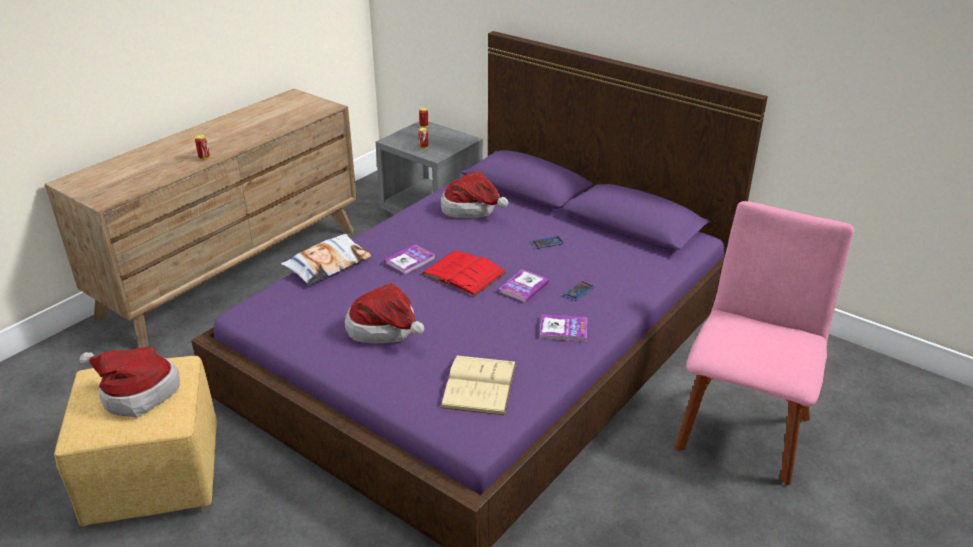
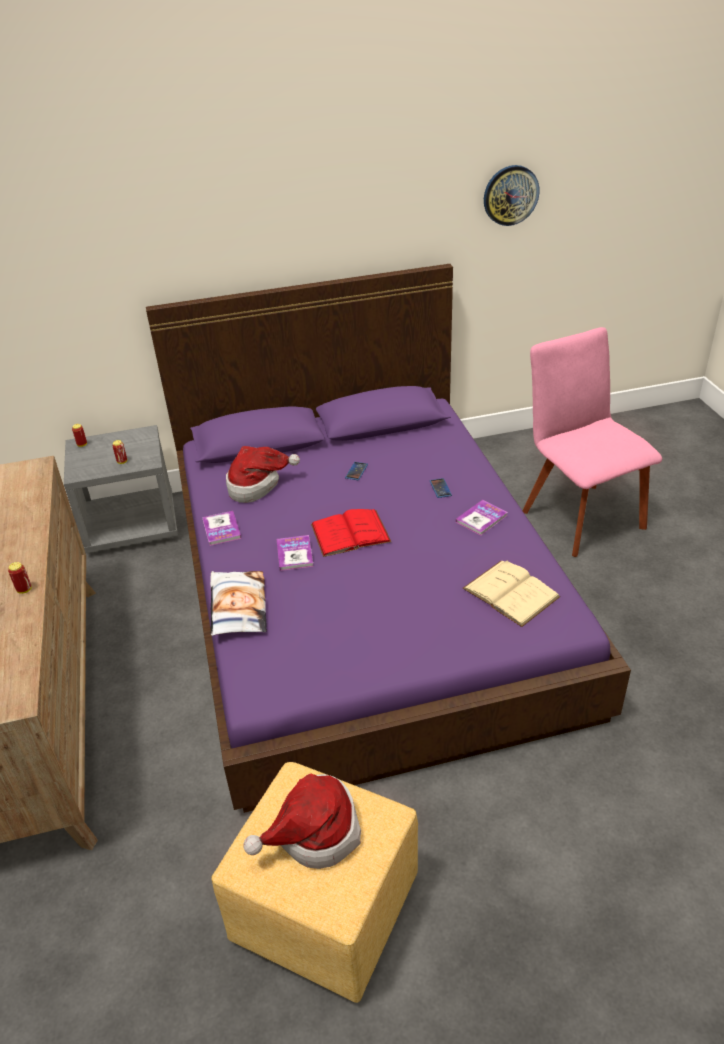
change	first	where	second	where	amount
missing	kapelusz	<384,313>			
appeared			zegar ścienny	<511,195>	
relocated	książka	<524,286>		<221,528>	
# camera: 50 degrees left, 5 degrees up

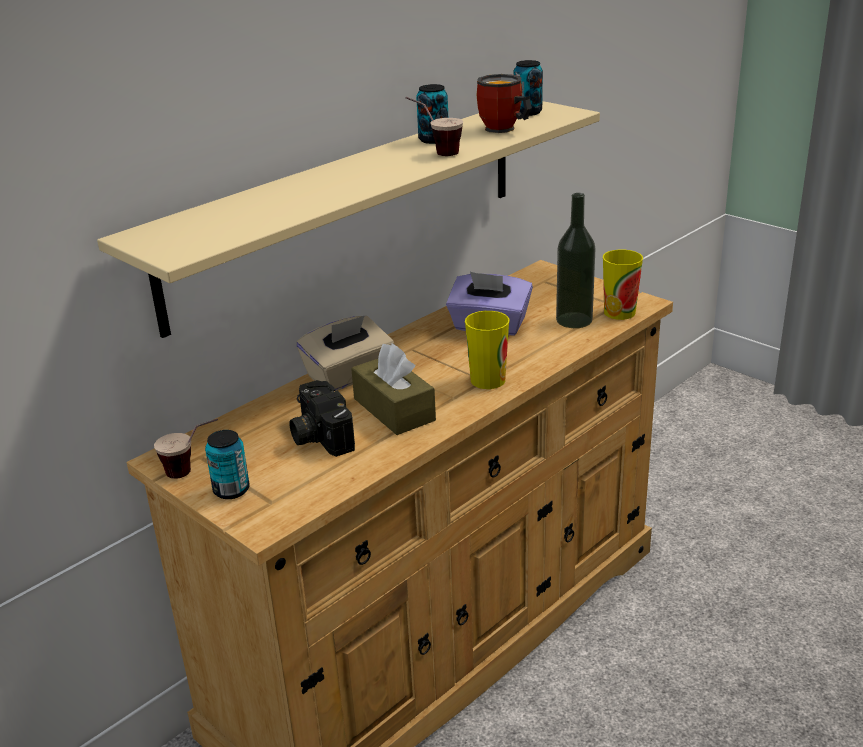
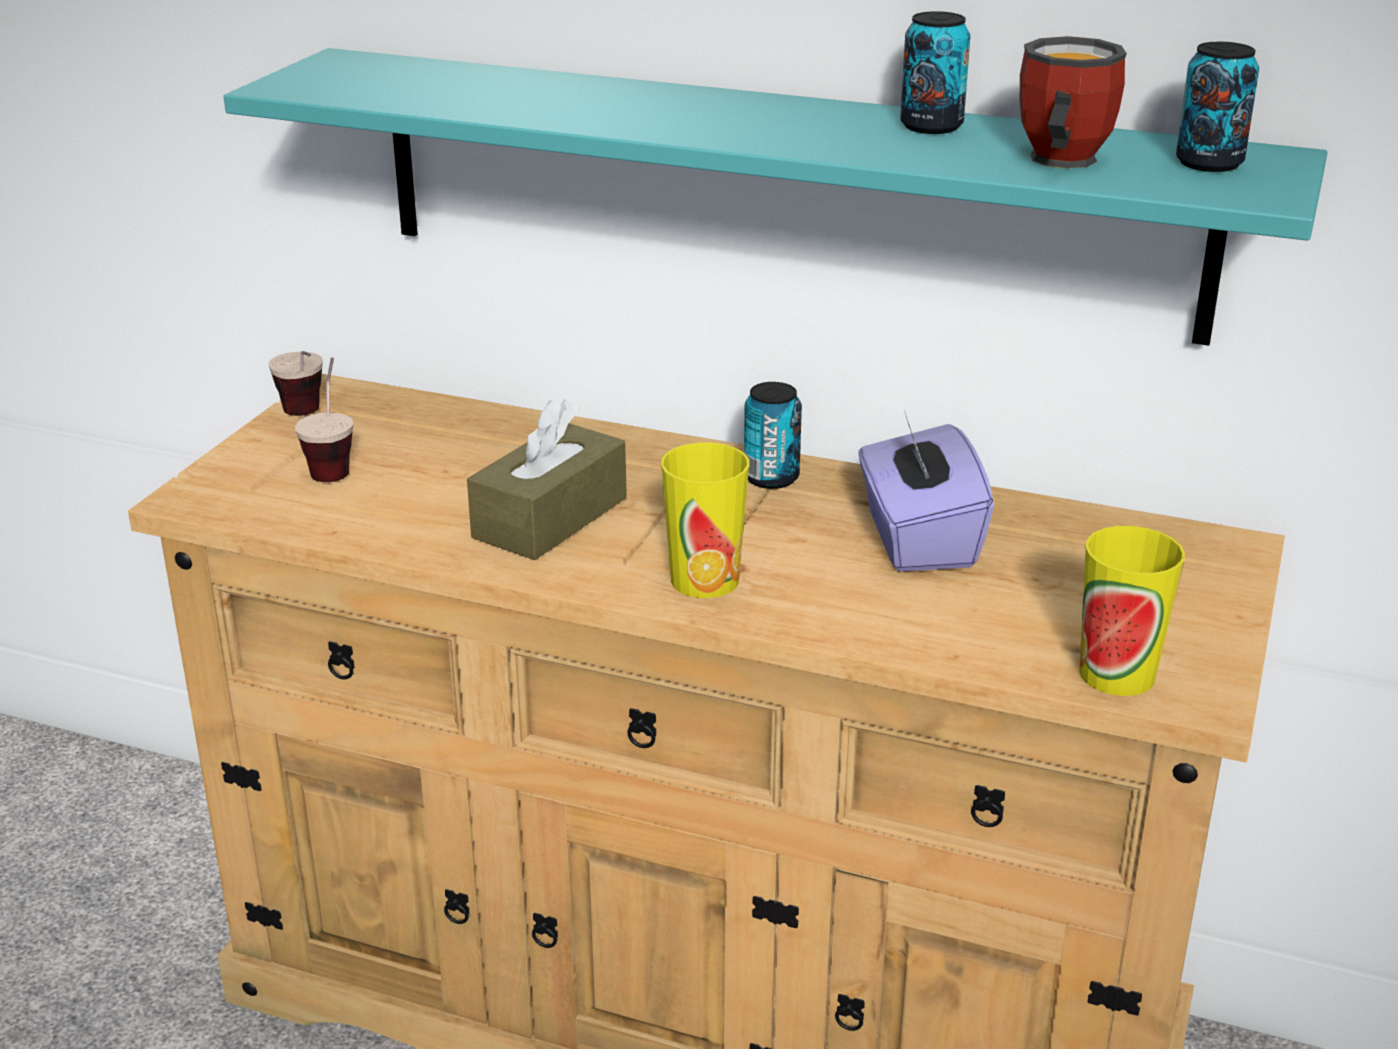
change	first	where	second	where	amount
missing	aparat fotograficzny	<322,418>			
missing	pudełko chusteczek/beżowy	<345,353>			
missing	butelka	<576,260>			
relocated	puszka	<227,464>		<773,435>	
relocated	filiżanka	<434,126>		<324,419>	
colour	półka/beżowy	<348,219>	półka/turkusowy	<775,197>	
# camera: 65 degrees right, 0 degrees up

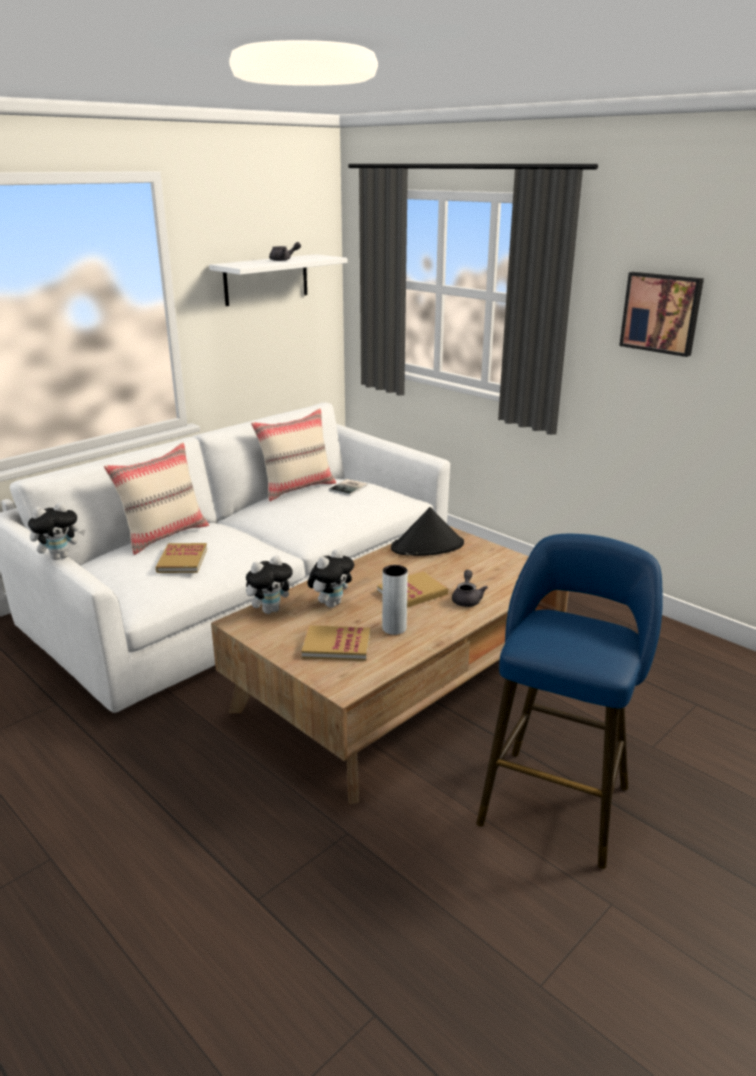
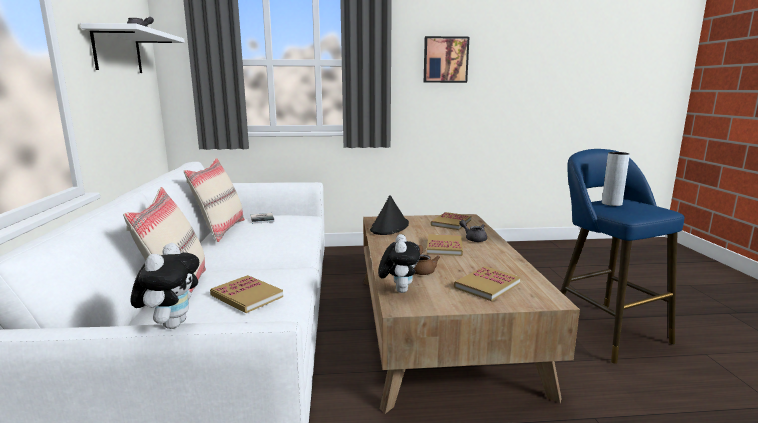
change	first	where	second	where	amount
appeared			książka	<451,221>	
relocated	wazon/szary	<395,600>		<616,179>	
exchanged	pluszak	<331,578>	imbryk/brązowy	<427,260>	
# camera: 50 degrees left, 10 degrees down

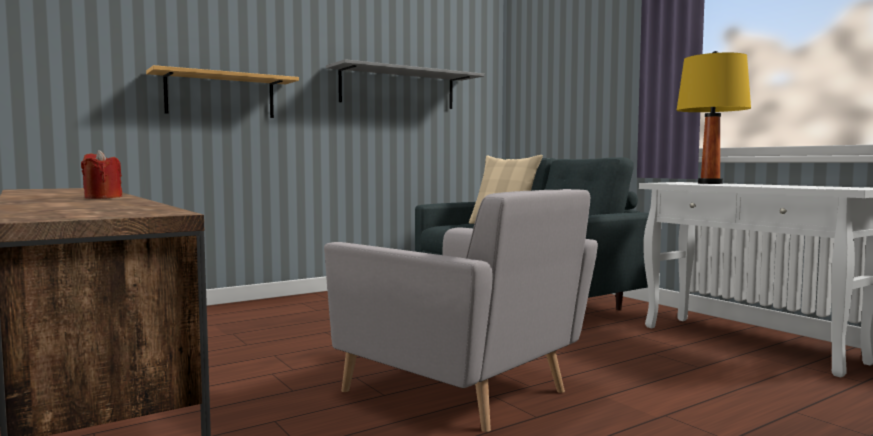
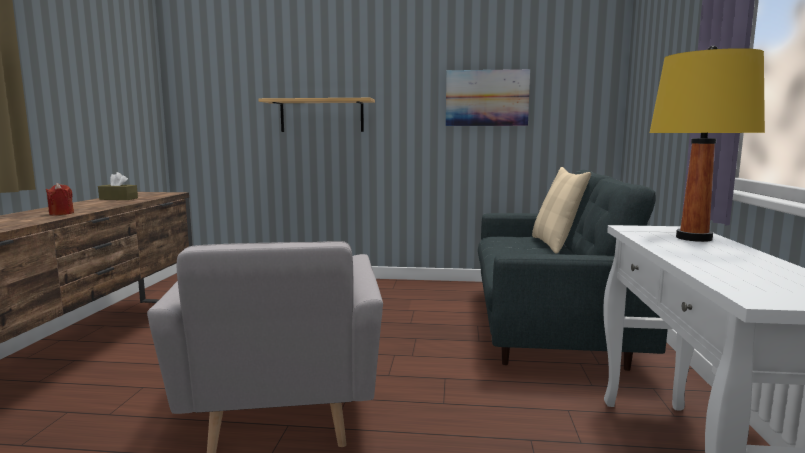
change	first	where	second	where	amount
appeared			pudełko chusteczek/brązowy	<118,186>	
exchanged	półka/szary	<405,84>	obraz	<488,97>	
# camera: 40 degrees right, 5 degrees up

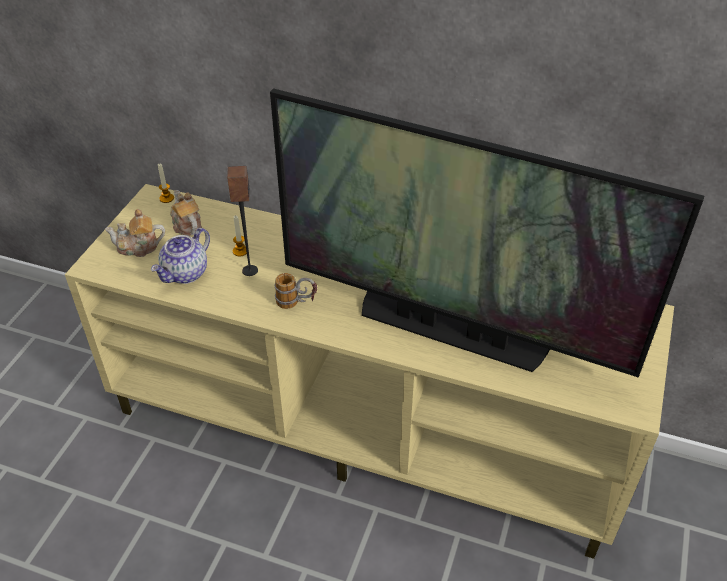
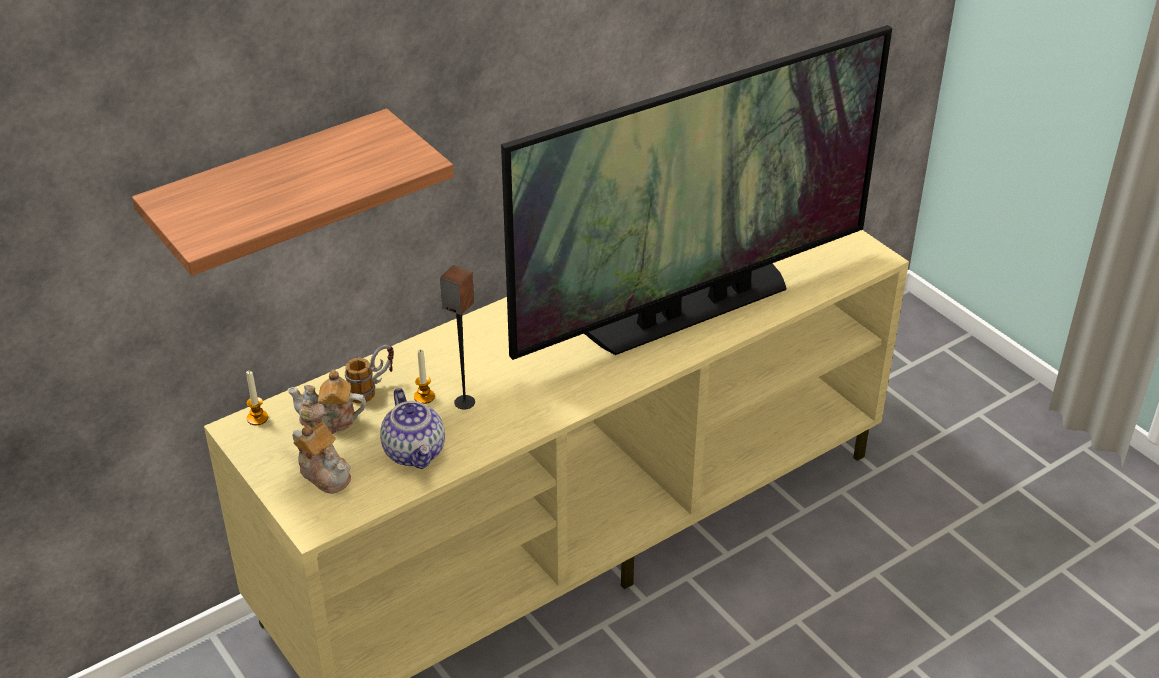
change	first	where	second	where	amount
appeared			półka	<293,192>	
relocated	kubek	<296,291>		<369,374>	
spun	imbryk	<135,233>		<322,458>	75 degrees counterclockwise
# camera: 55 degrees left, 5 degrees down

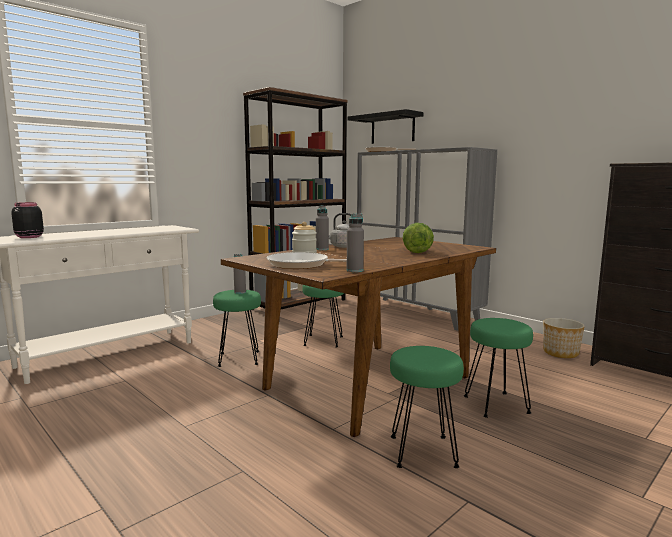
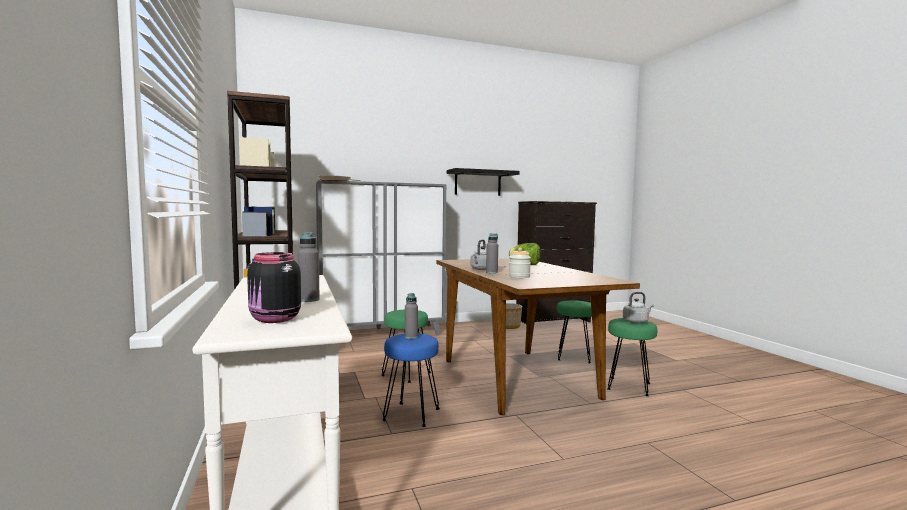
change	first	where	second	where	amount
missing	patelnia	<306,260>			
appeared			czajnik/szary	<638,307>	
relocated	półka/czarny	<385,126>		<483,182>	
relocated	butelka/szary	<355,242>		<309,267>	
colour	stołek/zielony	<237,328>	stołek/niebieski	<411,380>	
# camera: 65 degrees left, 5 degrees down

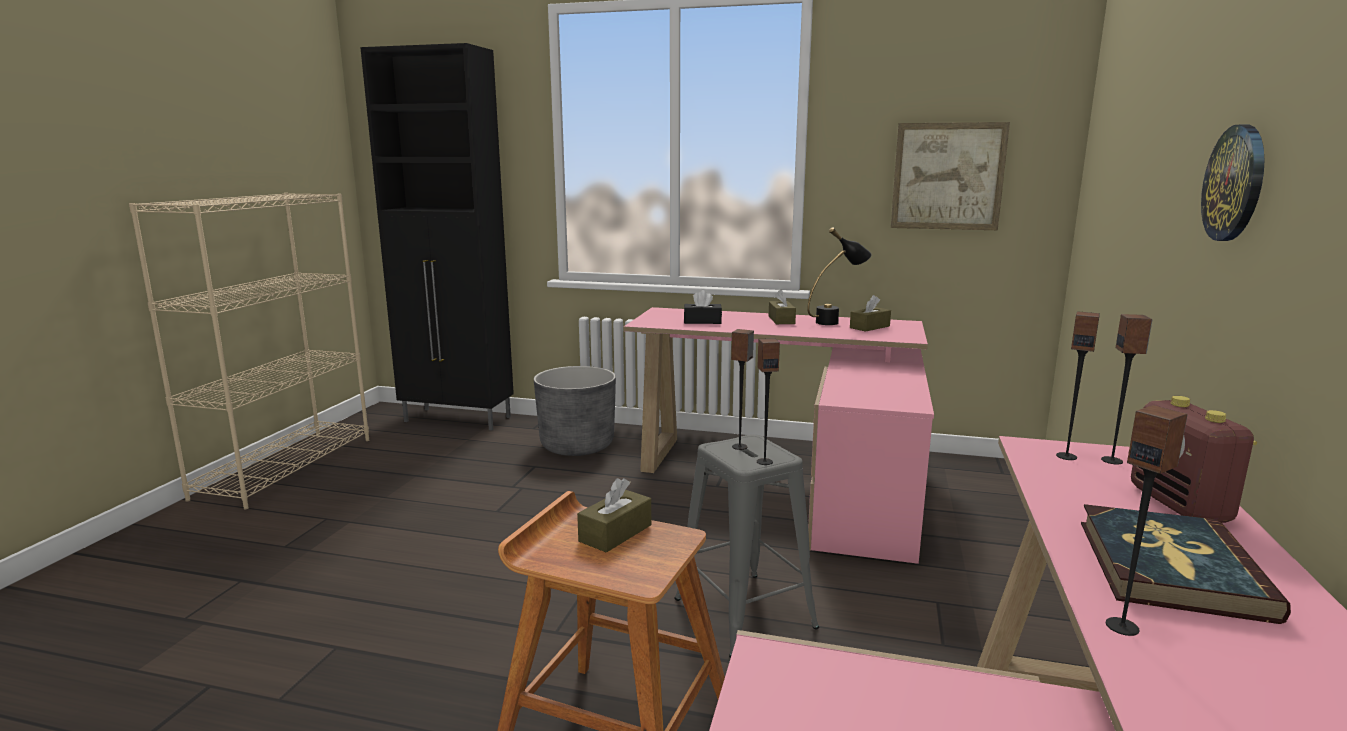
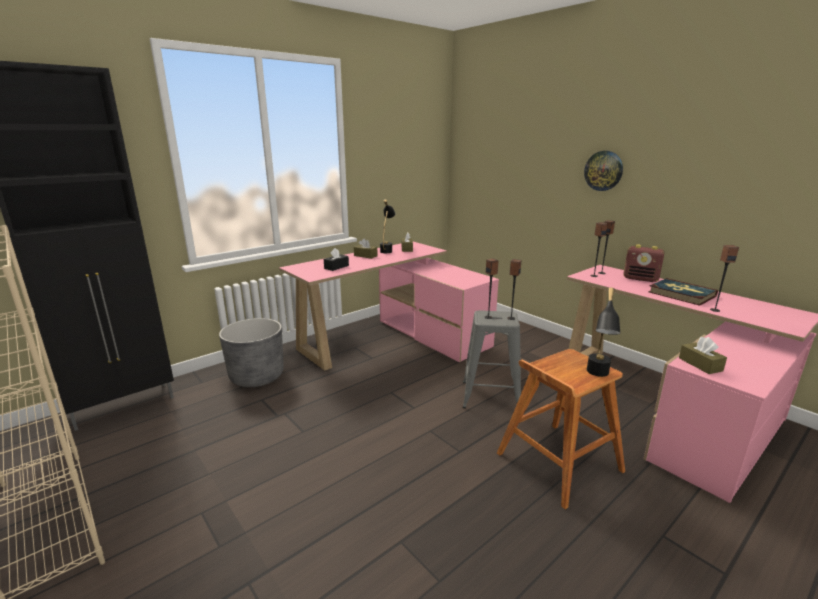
change	first	where	second	where	amount
missing	obraz	<950,176>			
appeared			lampa stołowa/czarny	<603,332>	
relocated	pudełko chusteczek/brązowy	<614,515>		<703,355>	
# camera: 55 degrees left, 5 degrees up

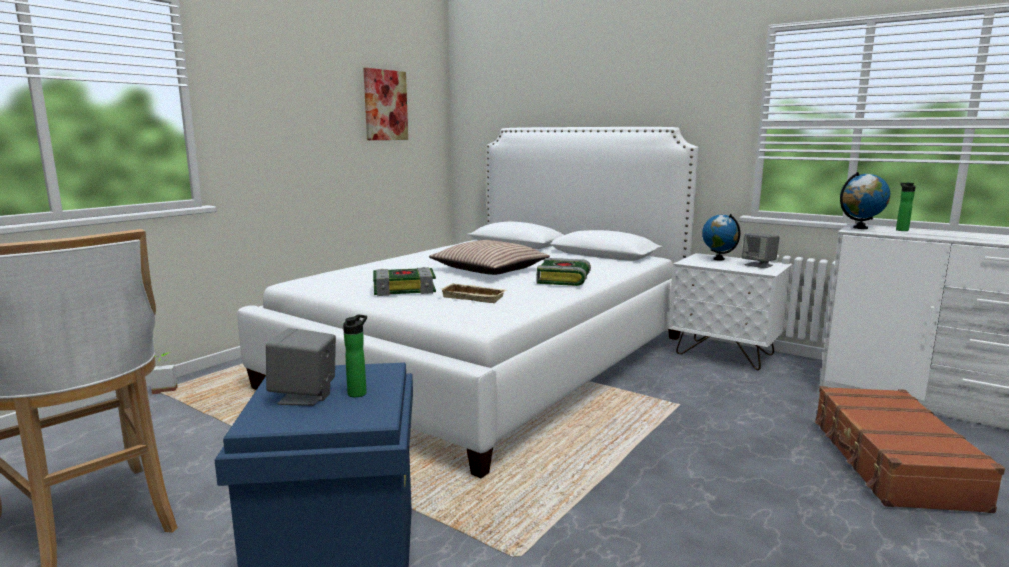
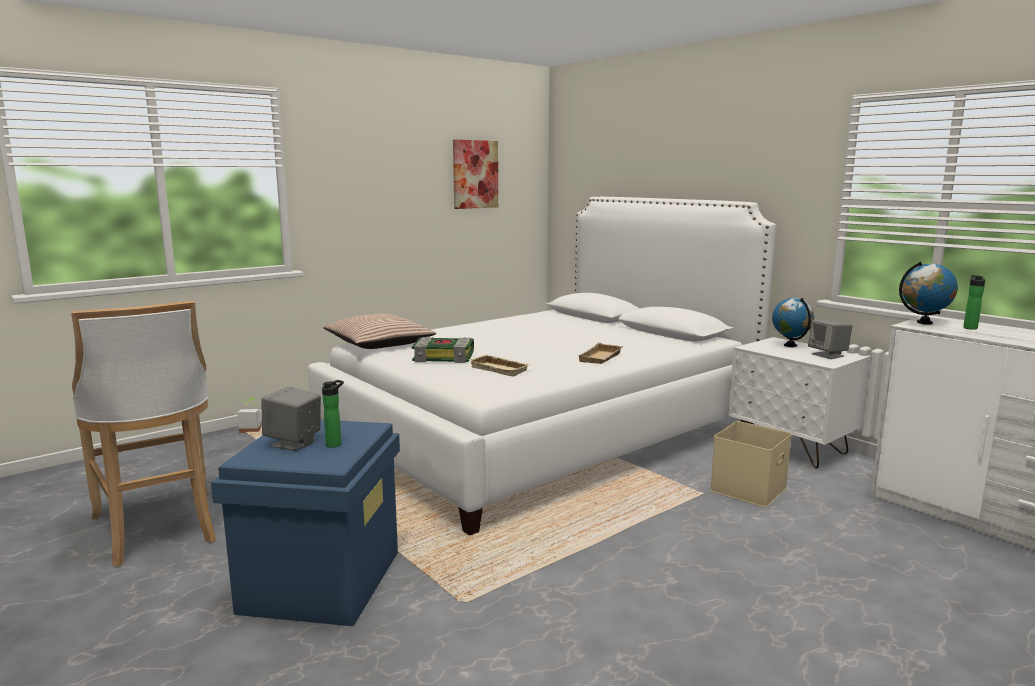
change	first	where	second	where	amount
missing	walizka/brązowy	<910,449>			
appeared			pojemnik do przechowywania/beżowy	<751,464>	
relocated	poduszka	<489,257>		<379,331>	
exchanged	książka	<564,272>	taca/beżowy	<601,353>	
# camera: 15 degrees right, 0 degrees up

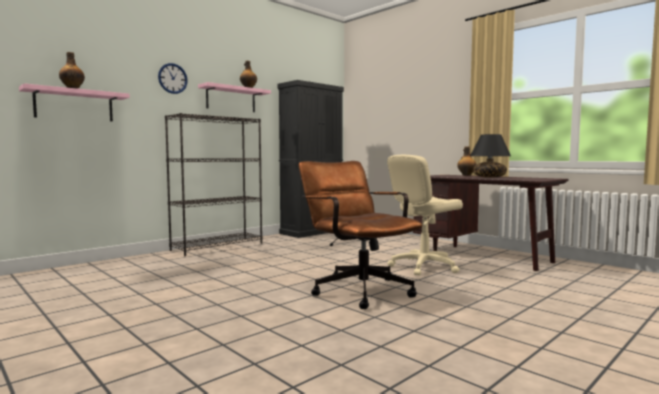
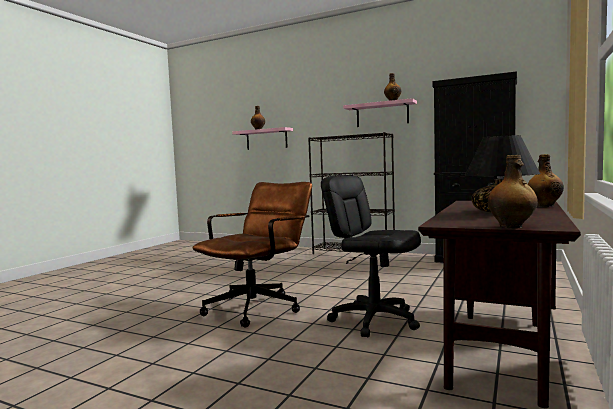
change	first	where	second	where	amount
missing	zegar ścienny	<173,78>			
appeared			butelka	<513,191>	
colour	krzesło biurowe/beżowy	<425,215>	krzesło biurowe/czarny	<371,256>	
# camera: 70 degrees right, 0 degrees up

